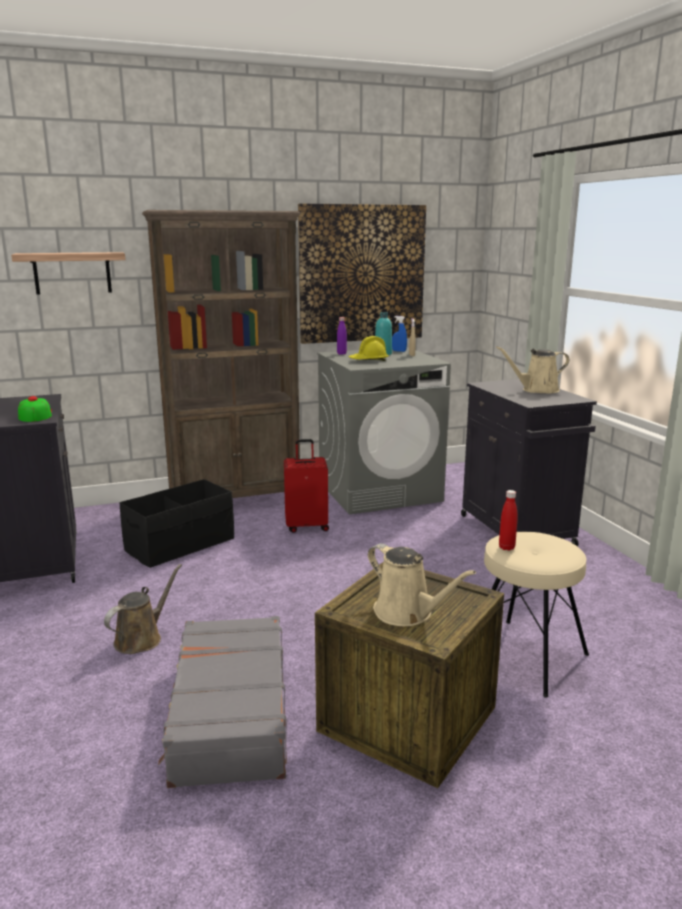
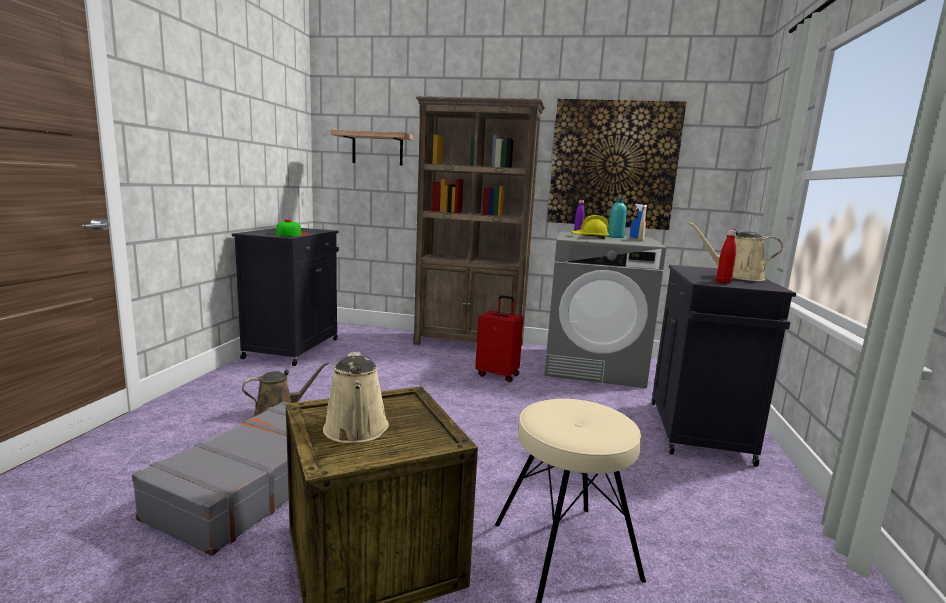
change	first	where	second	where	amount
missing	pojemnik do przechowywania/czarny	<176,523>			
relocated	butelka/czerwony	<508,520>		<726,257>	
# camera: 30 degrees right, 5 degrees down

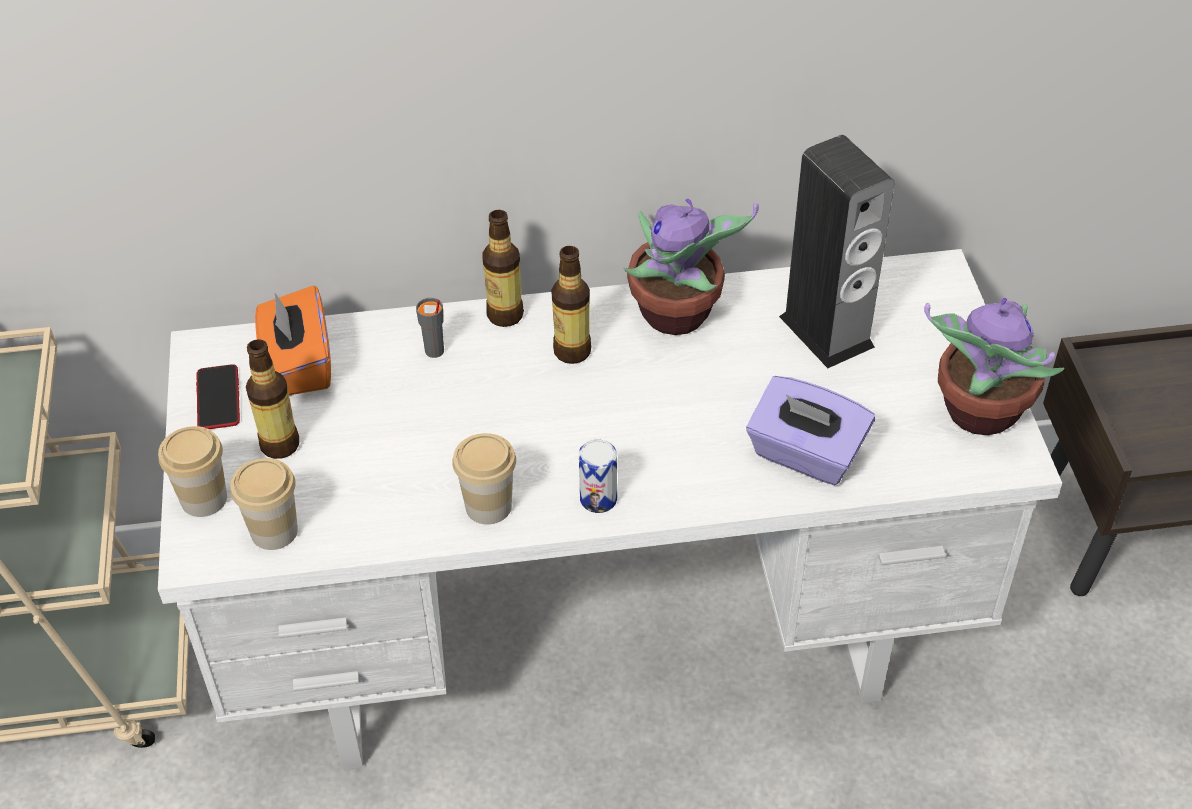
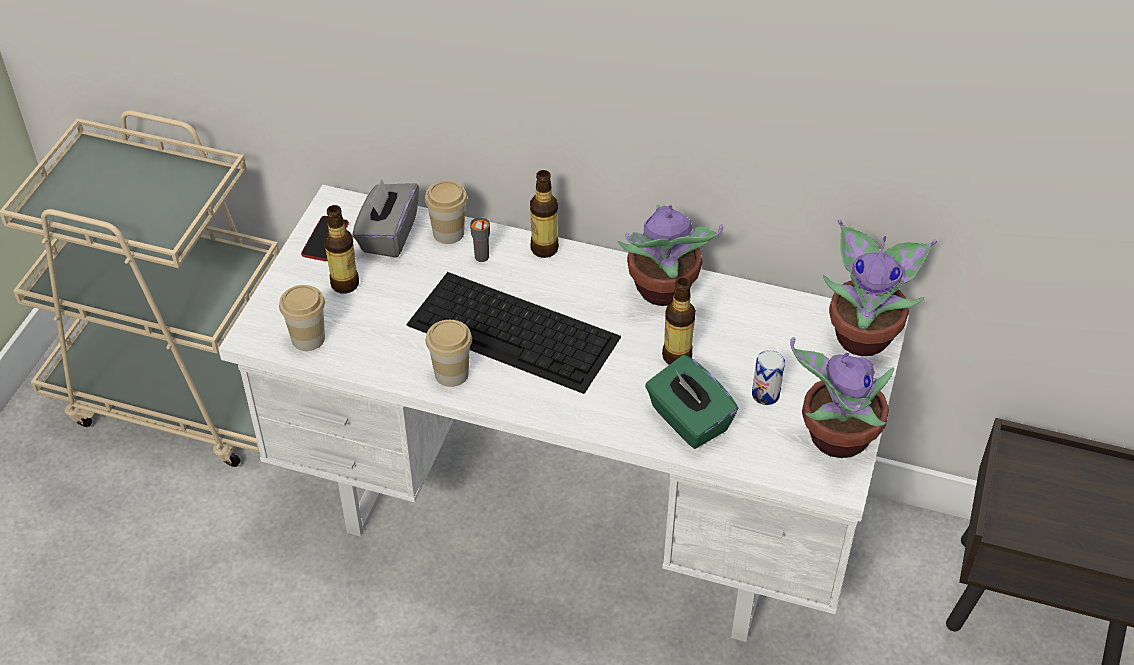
change	first	where	second	where	amount
missing	głośnik	<837,251>			
appeared			klawiatura	<514,333>	
appeared			roślina doniczkowa	<880,287>	
relocated	filiżanka	<192,471>		<446,212>	
relocated	butelka	<571,305>		<679,321>	
relocated	puszka	<598,476>		<768,377>	
colour	pudełko chusteczek/pomarańczowy	<293,340>	pudełko chusteczek/szary	<385,218>	
colour	pudełko chusteczek/fioletowy	<810,430>	pudełko chusteczek/zielony	<691,402>	
# camera: 25 degrees right, 0 degrees up

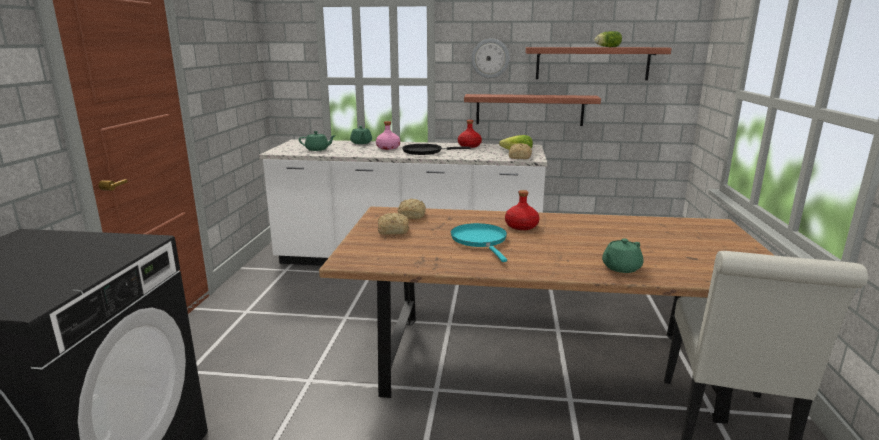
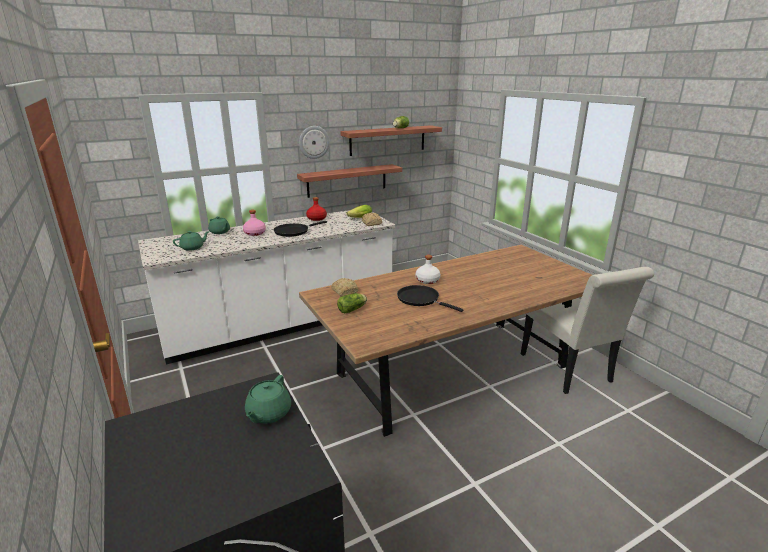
change	first	where	second	where	amount
relocated	imbryk/zielony	<623,255>		<268,399>	
exchanged	chleb	<393,224>	sałata	<352,303>	
colour	patelnia/turkusowy	<479,242>	patelnia/czarny	<430,298>	
colour	butelka/czerwony	<522,210>	butelka/biały	<428,269>	
# camera: 35 degrees left, 5 degrees up

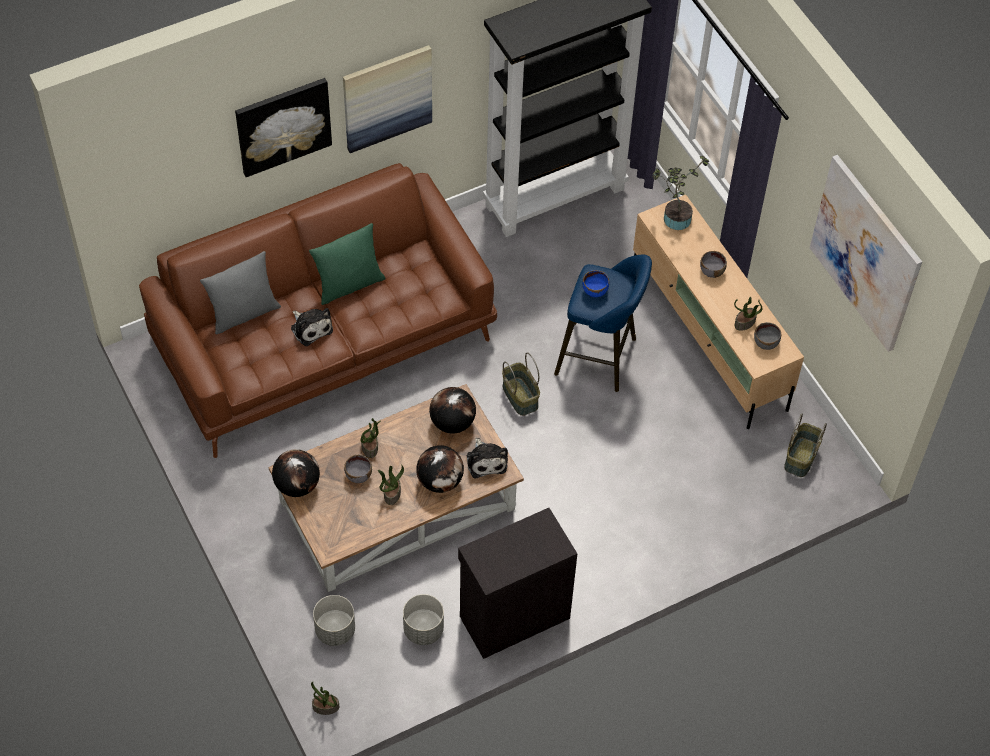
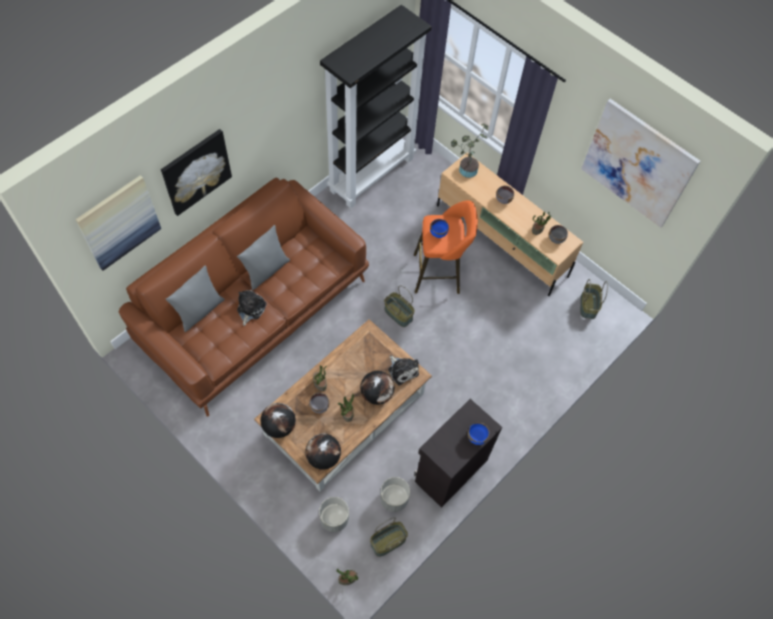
change	first	where	second	where	amount
appeared			koszyk	<389,537>	
appeared			miska/niebieski	<479,434>	
relocated	obraz	<387,99>		<118,223>	
relocated	globus	<452,410>		<323,451>	
colour	poduszka/zielony	<347,264>	poduszka/szary	<263,257>	
colour	stołek/niebieski	<603,323>	stołek/pomarańczowy	<446,247>	
spun	pluszak	<312,327>		<252,308>	105 degrees counterclockwise
# camera: 20 degrees left, 5 degrees up

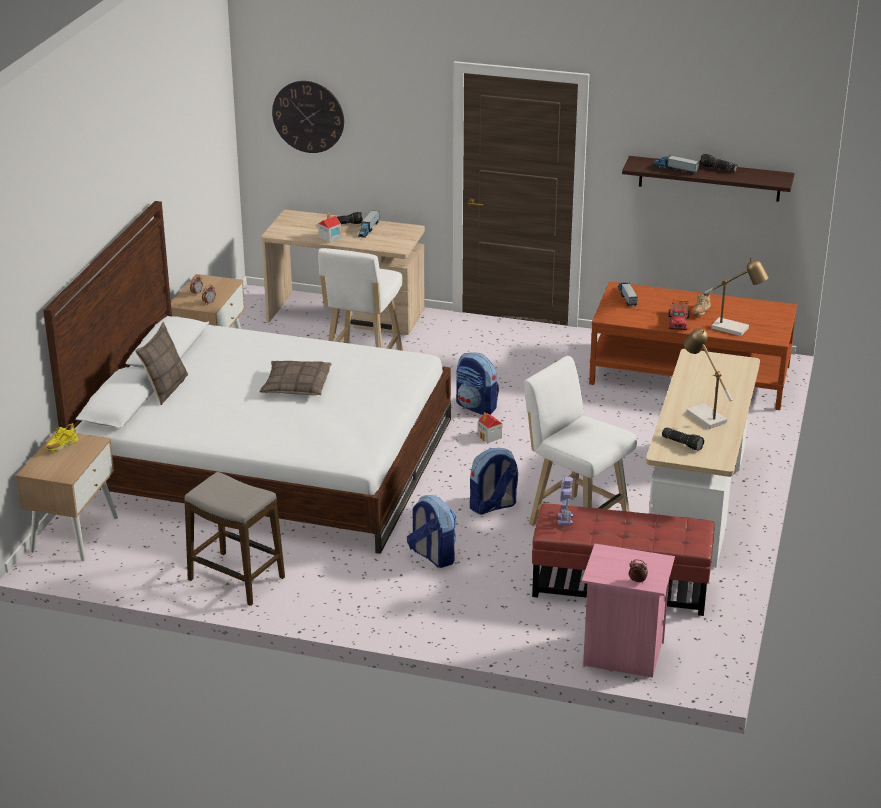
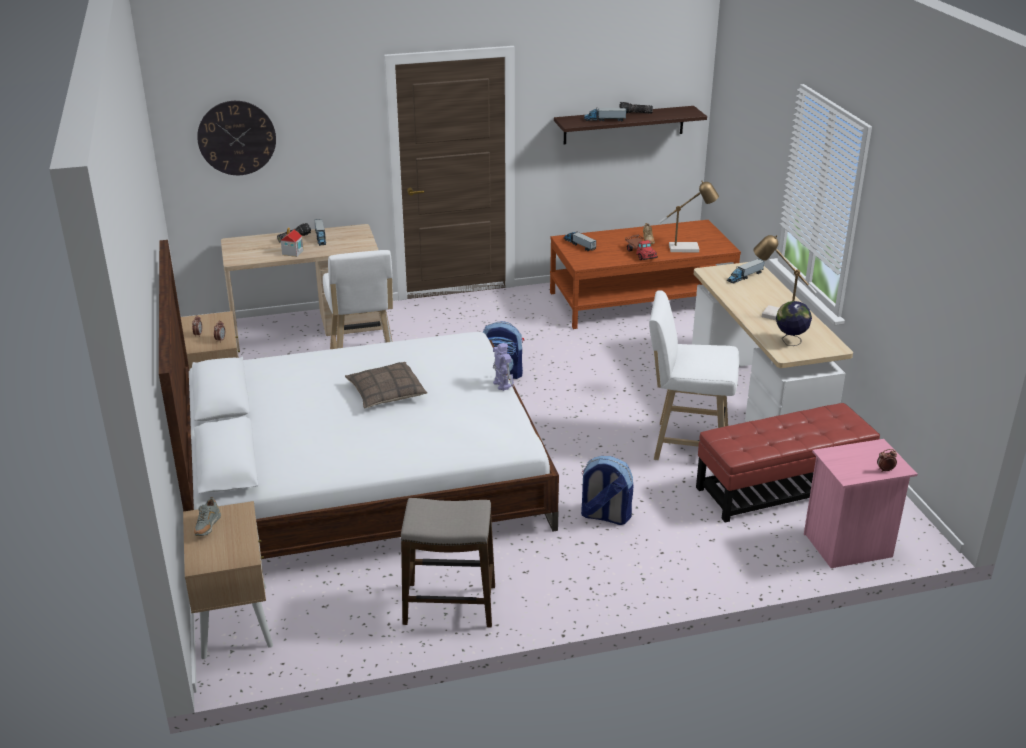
change	first	where	second	where	amount
missing	poduszka	<161,363>			
missing	plecak	<494,481>			
missing	domek	<490,428>			
appeared			ciężarówka zabawkowa	<746,271>	
relocated	robot zabawkowy	<565,501>		<503,367>	
exchanged	latarka	<683,439>	globus	<794,323>	
colour	but/żółty	<61,437>	but/szary	<207,516>	
# camera: 30 degrees left, 0 degrees up

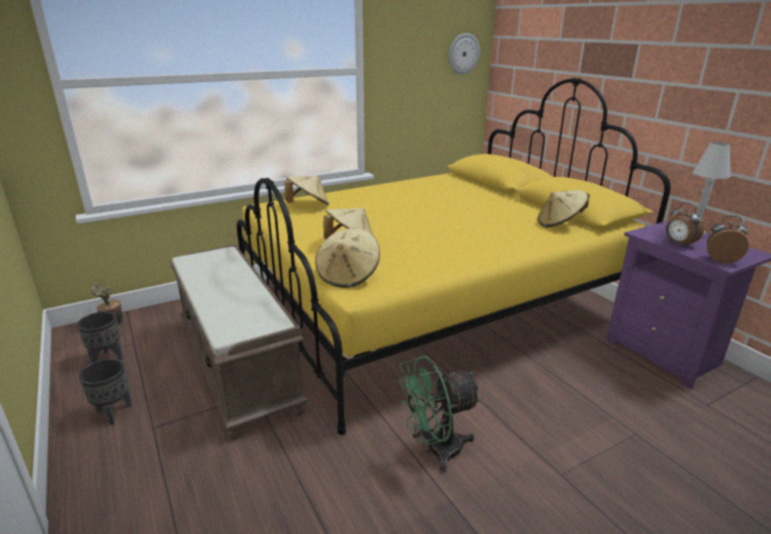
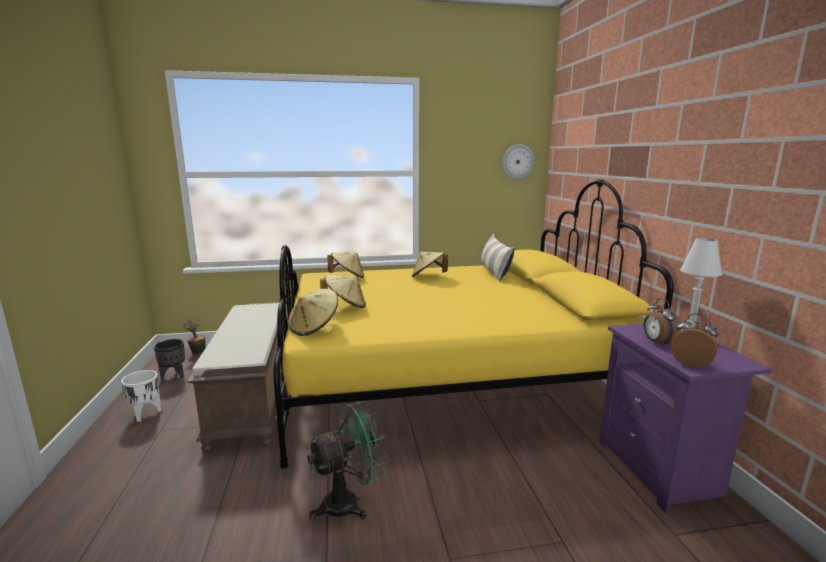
change	first	where	second	where	amount
appeared			poduszka	<498,257>	
relocated	kapelusz/beżowy	<564,208>		<430,264>	
colour	donica/czarny	<105,392>	donica/biały	<141,396>	
spun	wentylator/zielony	<439,413>		<348,460>	150 degrees clockwise
# camera: 20 degrees right, 10 degrees down

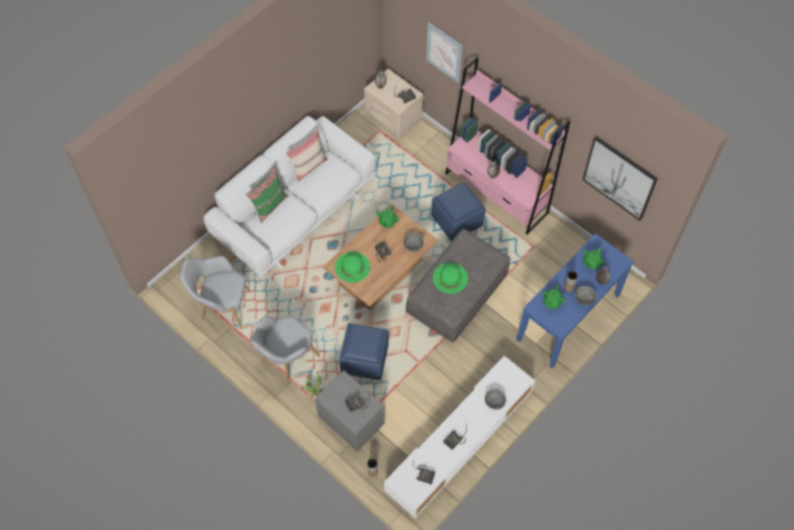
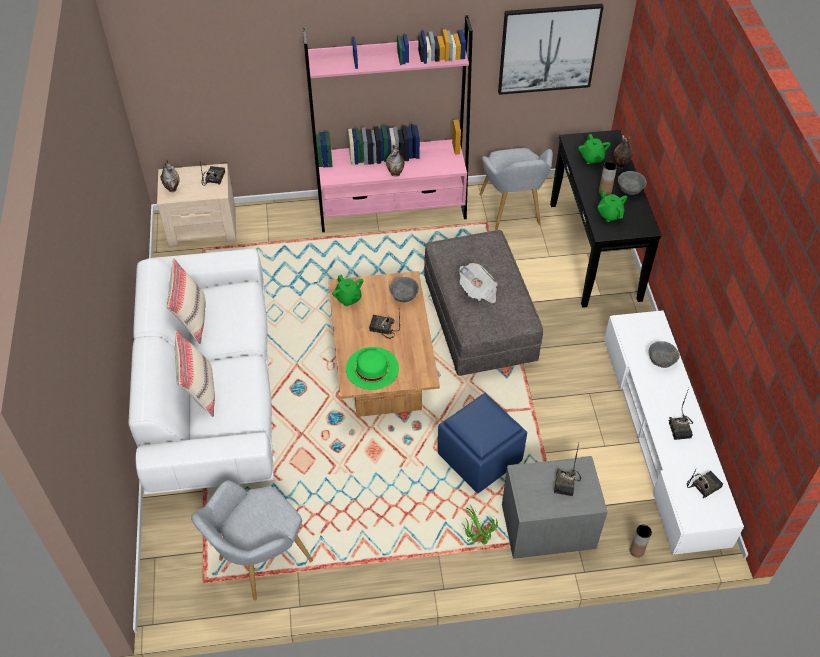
change	first	where	second	where	amount
missing	obraz	<444,53>			
missing	pufa/niebieski	<459,212>			
relocated	fotel/szary	<285,349>		<516,189>	
exchanged	kapelusz/zielony	<450,278>	gazeta	<478,283>	
colour	poduszka/zielony	<267,195>	poduszka/beżowy	<195,373>	
colour	stolik konsolowy/niebieski	<575,301>	stolik konsolowy/czarny	<606,219>	
# camera: 50 degrees left, 10 degrees down

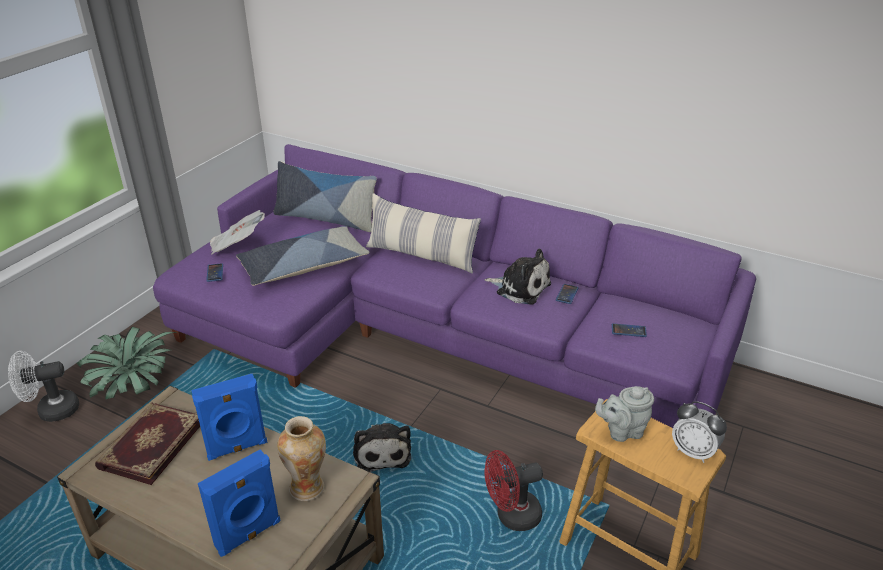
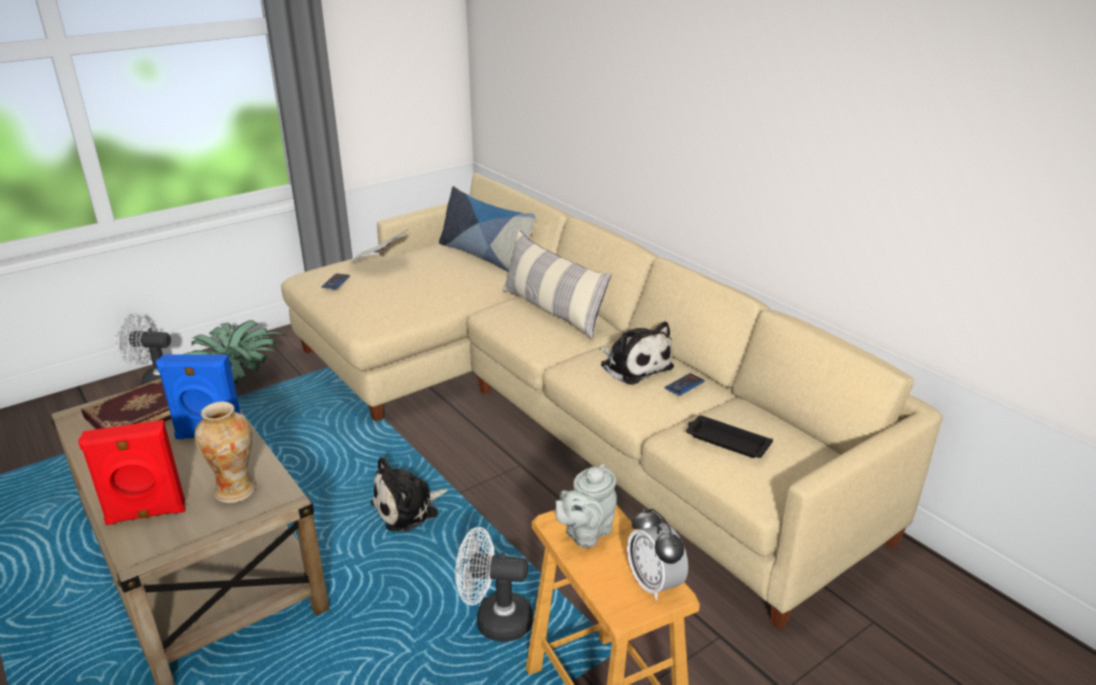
change	first	where	second	where	amount
missing	poduszka	<303,256>			
exchanged	telefon	<629,330>	taca/czarny	<729,437>	
colour	kanapa/fioletowy	<454,286>	kanapa/beżowy	<612,401>	
colour	głośnik/niebieski	<239,503>	głośnik/czerwony	<131,472>	
colour	wentylator/czerwony	<513,490>	wentylator/biały	<494,584>	
spun	pluszak	<382,447>		<409,494>	45 degrees clockwise
spun	imbryk/szary	<624,414>		<586,506>	60 degrees counterclockwise
# camera: 25 degrees right, 5 degrees down

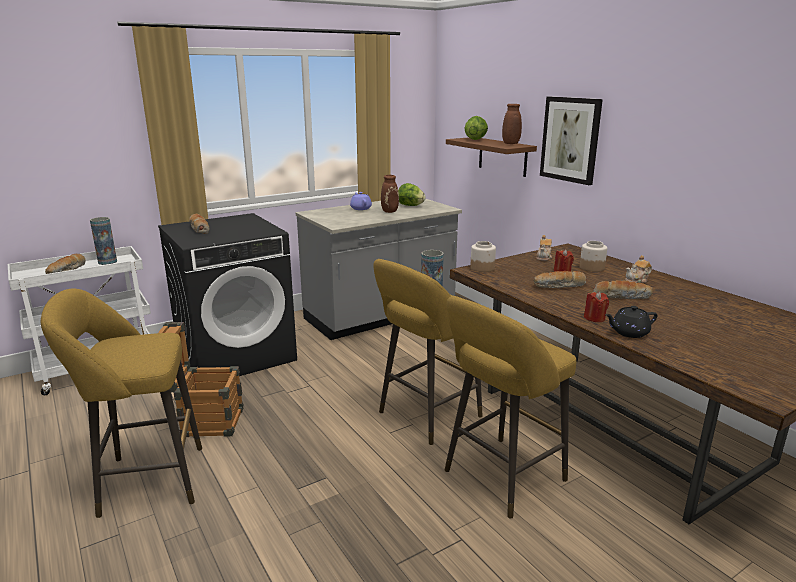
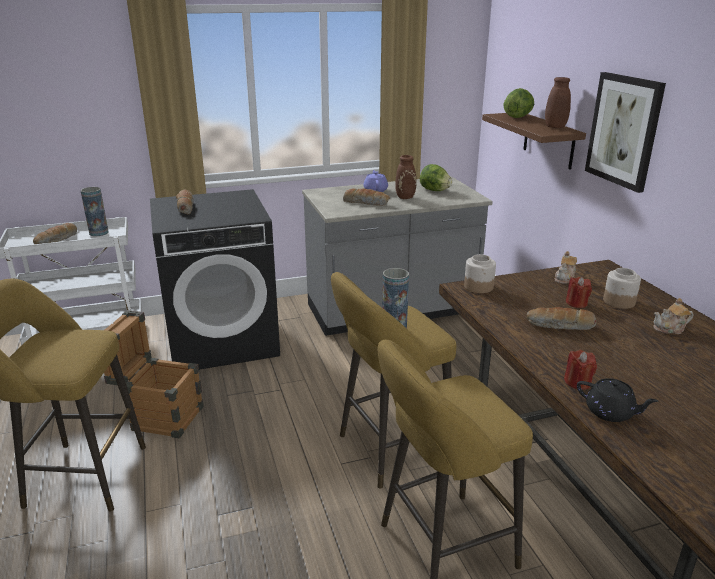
change	first	where	second	where	amount
relocated	chleb	<623,289>		<366,197>	
spun	imbryk/czarny	<631,322>		<617,400>	150 degrees counterclockwise
# camera: 15 degrees right, 5 degrees up

